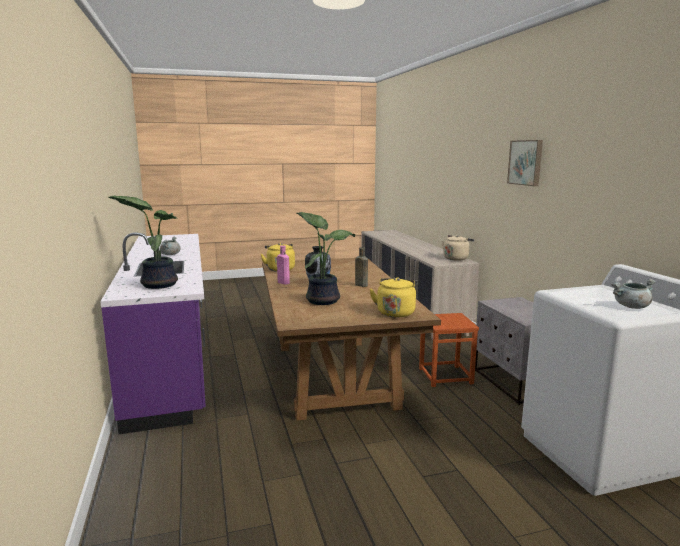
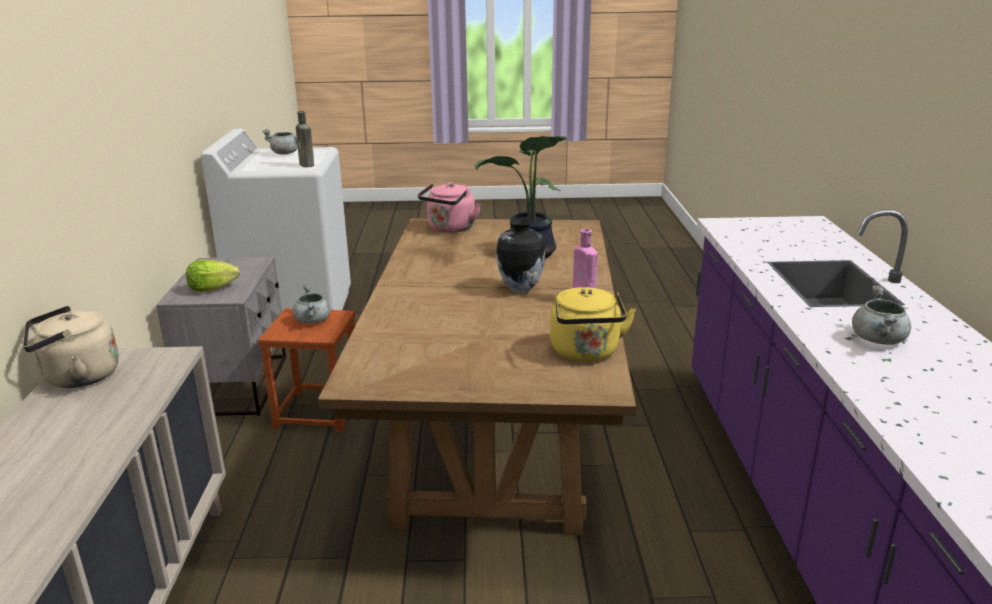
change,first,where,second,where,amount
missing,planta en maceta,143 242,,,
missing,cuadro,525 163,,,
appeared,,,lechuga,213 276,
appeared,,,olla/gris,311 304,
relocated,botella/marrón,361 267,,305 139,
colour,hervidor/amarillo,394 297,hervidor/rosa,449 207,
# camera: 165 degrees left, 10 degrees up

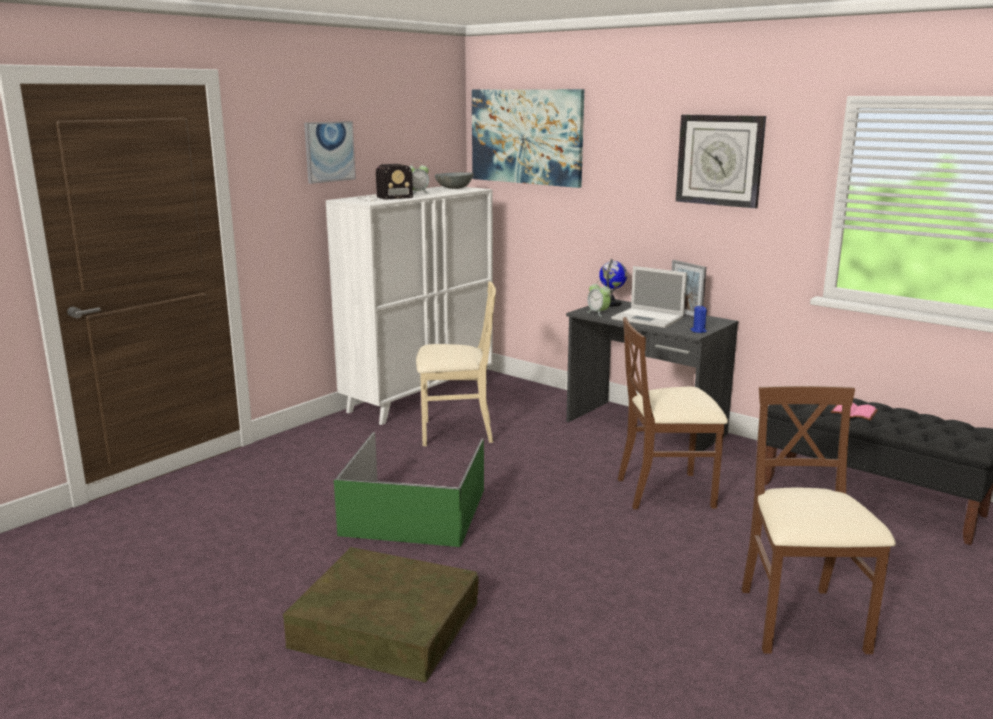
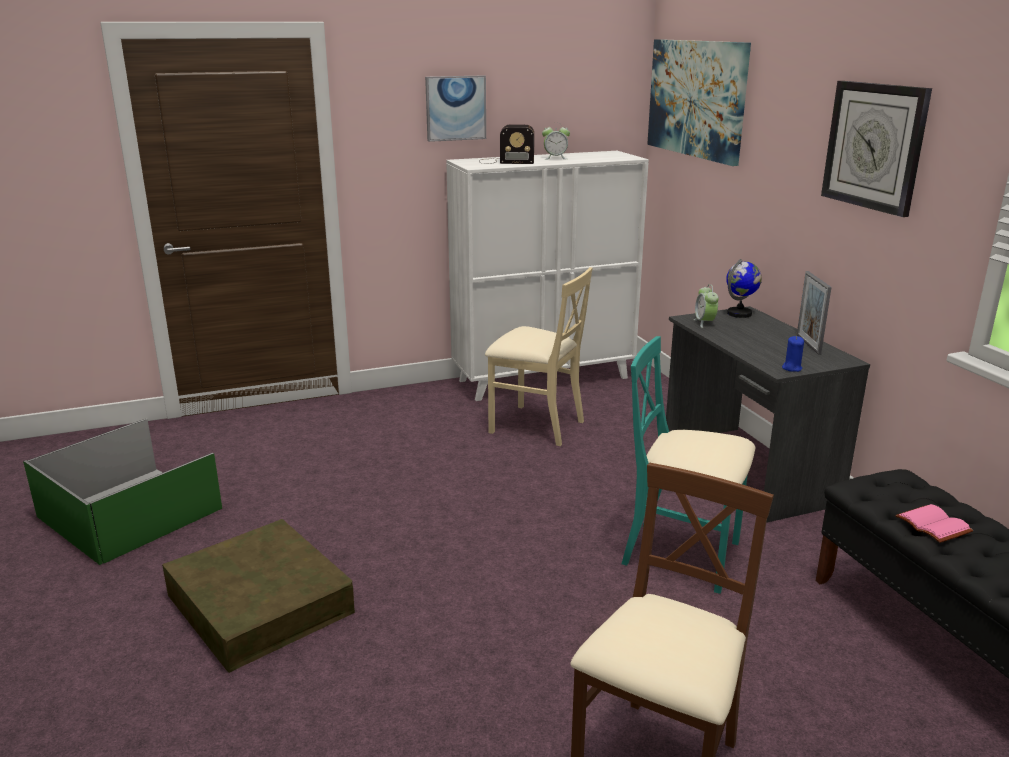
change,first,where,second,where,amount
missing,cuenco/gris,454 180,,,
missing,portátil,649 297,,,
relocated,caja de almacenaje/verde,409 489,,122 492,
colour,silla/marrón,673 413,silla/turquesa,688 465,
# camera: 30 degrees right, 5 degrees up

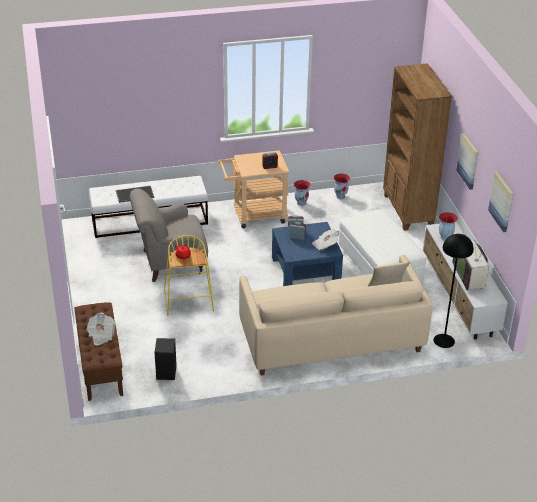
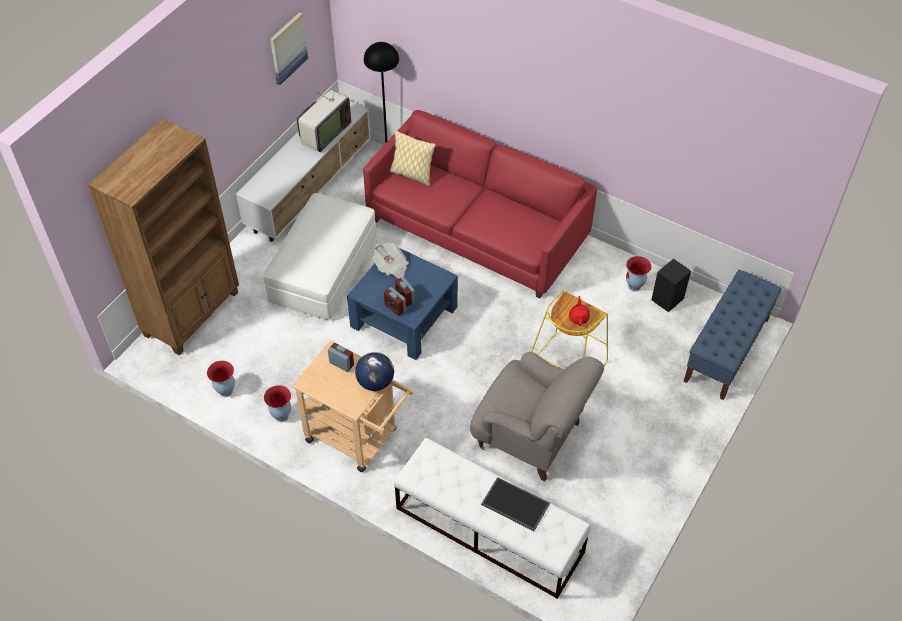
change,first,where,second,where,amount
missing,periódico,100 329,,,
missing,cuadro,467 161,,,
appeared,,,globo terráqueo,374 371,
relocated,florero,448 226,,638 273,
colour,banco/marrón,99 351,banco/azul,733 335,
colour,sofá/beis,336 315,sofá/rojo,480 204,
# camera: 135 degrees left, 15 degrees up

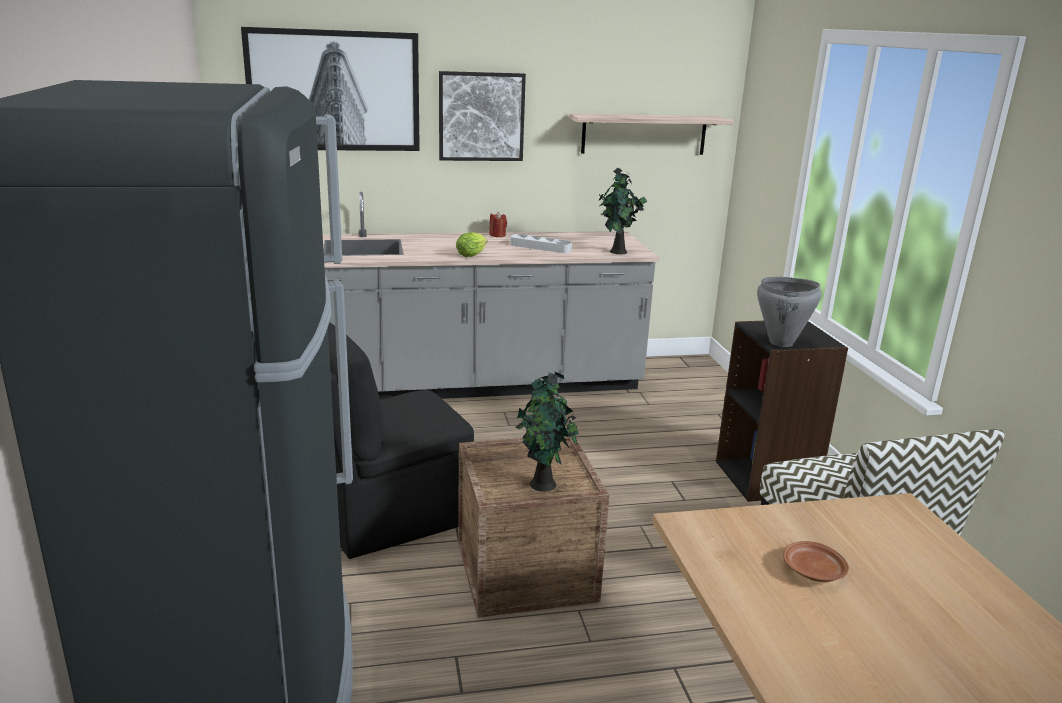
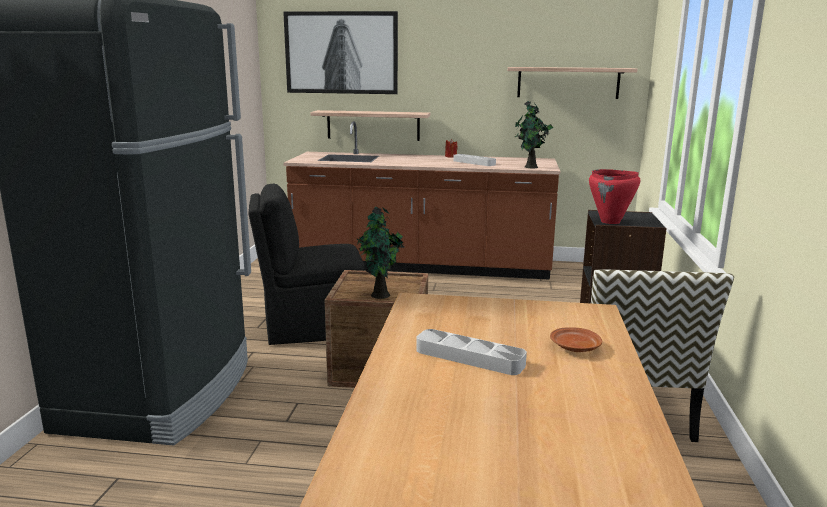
change,first,where,second,where,amount
missing,cuadro,482 116,,,
missing,lechuga,472 244,,,
appeared,,,estante,370 125,
appeared,,,bandeja/gris,471 352,
relocated,plato/marrón,816 561,,576 339,
colour,mueble bajo de cocina/gris,491 296,mueble bajo de cocina/marrón,421 200,
colour,olla/gris,789 312,olla/rojo,614 196,
# camera: 20 degrees right, 5 degrees down

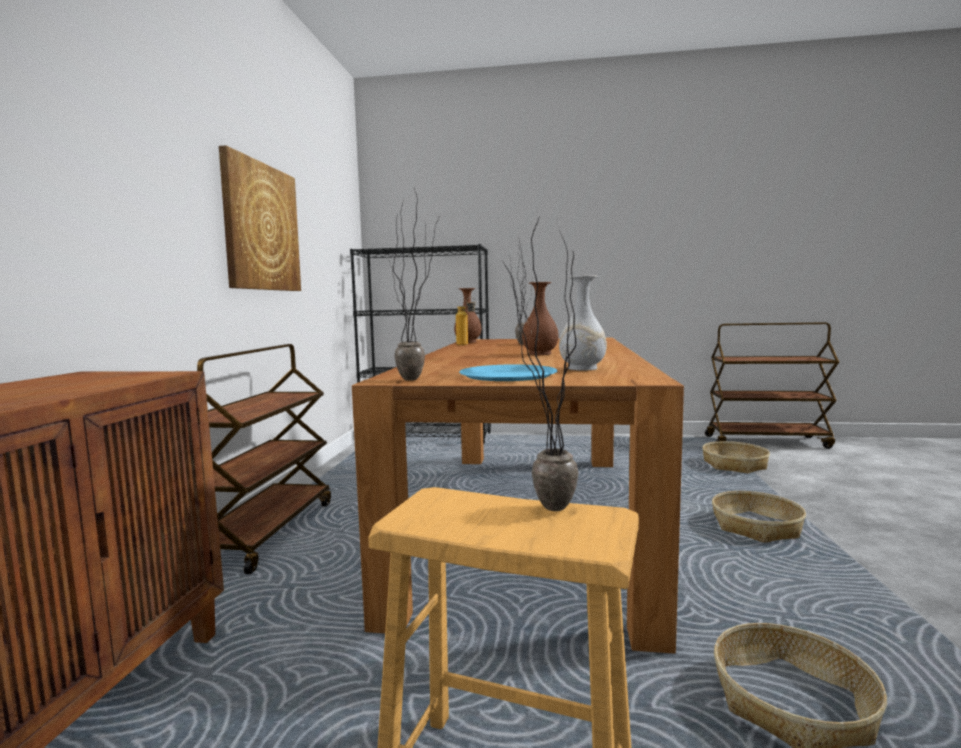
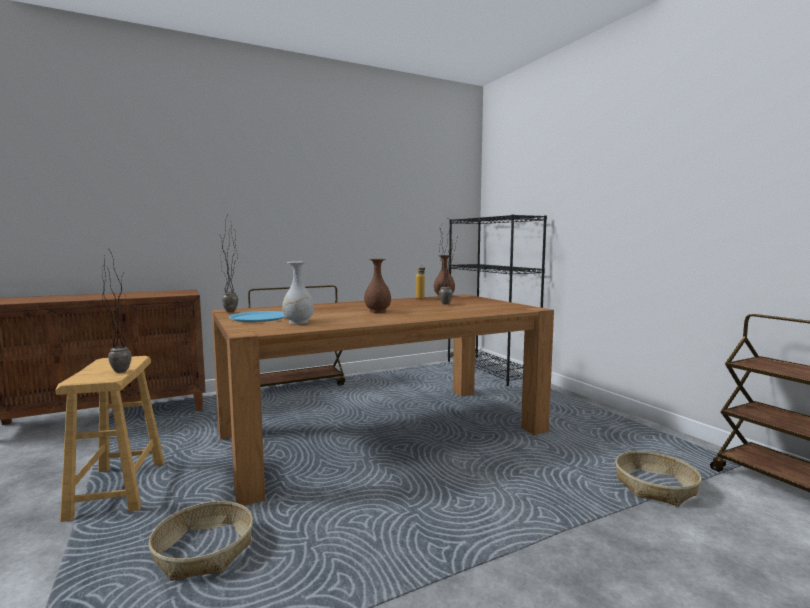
change,first,where,second,where,amount
missing,cuadro,260 218,,,
missing,cesta,759 516,,,
# camera: 55 degrees right, 0 degrees up

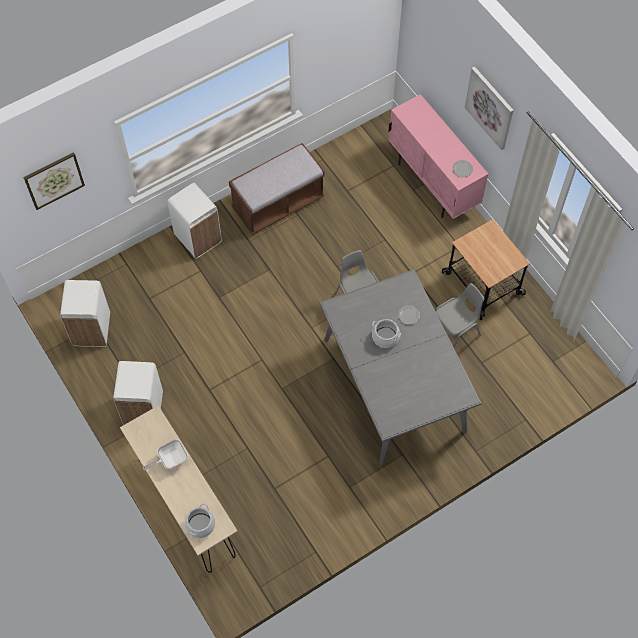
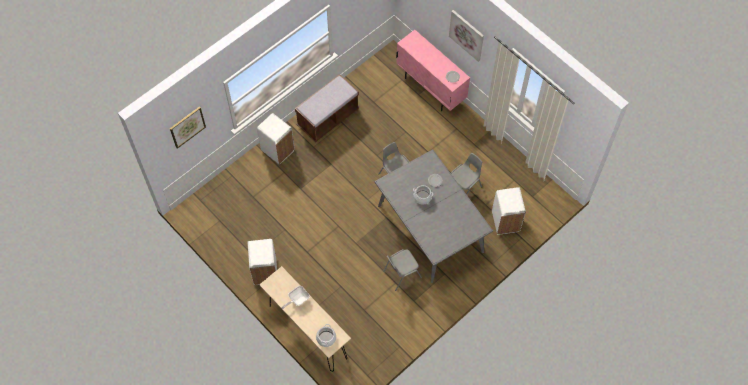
change,first,where,second,where,amount
missing,carrito,486 269,,,
appeared,,,silla/gris,402 270,
relocated,papelera/blanco,85 313,,509 211,
# camera: 10 degrees left, 0 degrees up

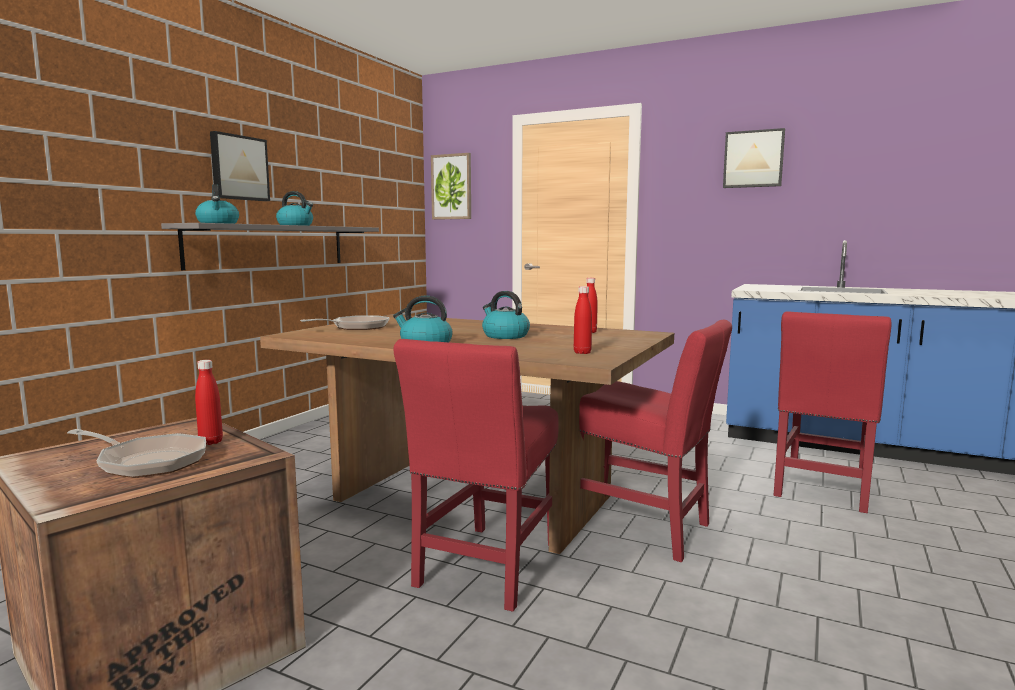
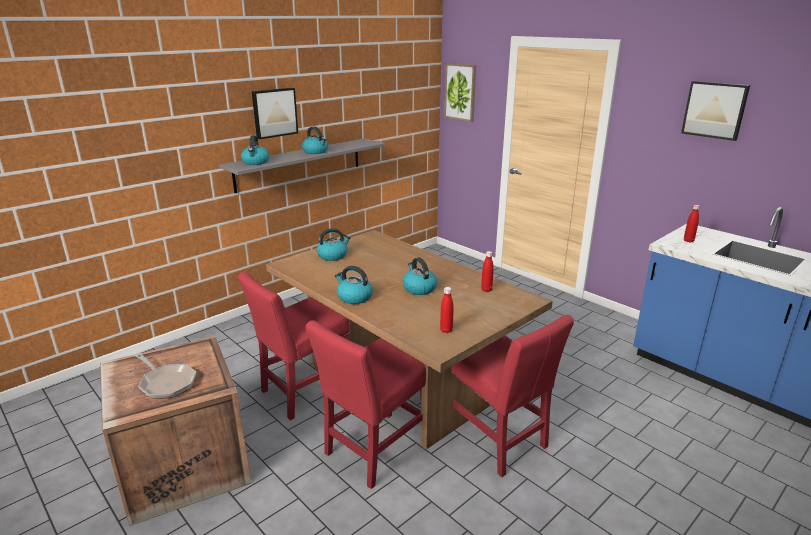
change,first,where,second,where,amount
relocated,botella/rojo,209 402,,692 223,
relocated,silla/rojo,833 412,,294 346,
exchanged,sartén,345 322,hervidor,334 244,
# camera: 20 degrees right, 15 degrees up

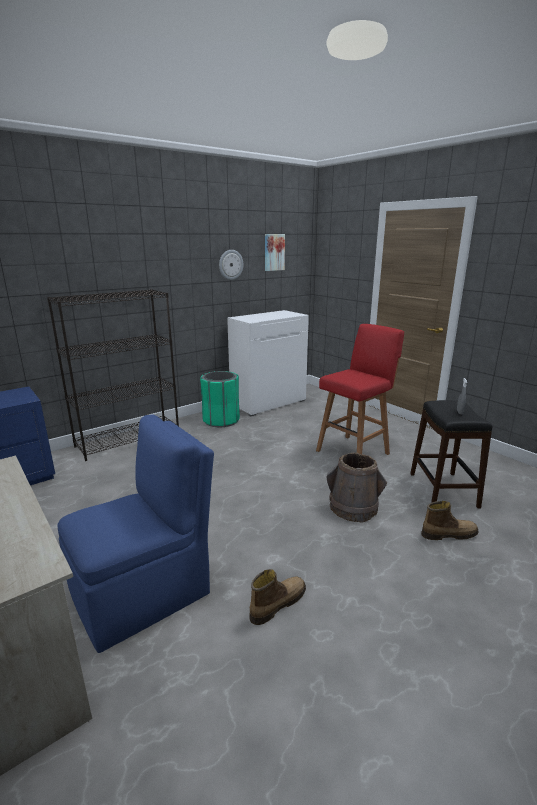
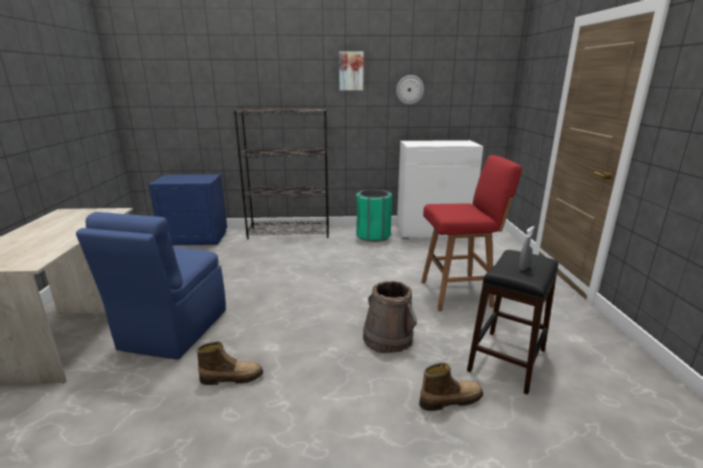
change,first,where,second,where,amount
relocated,cuadro,275 252,,351 70,
spun,silla/azul,135 533,,151 286,105 degrees clockwise
spun,bota,450 520,,451 387,45 degrees counterclockwise
# camera: 35 degrees right, 0 degrees up

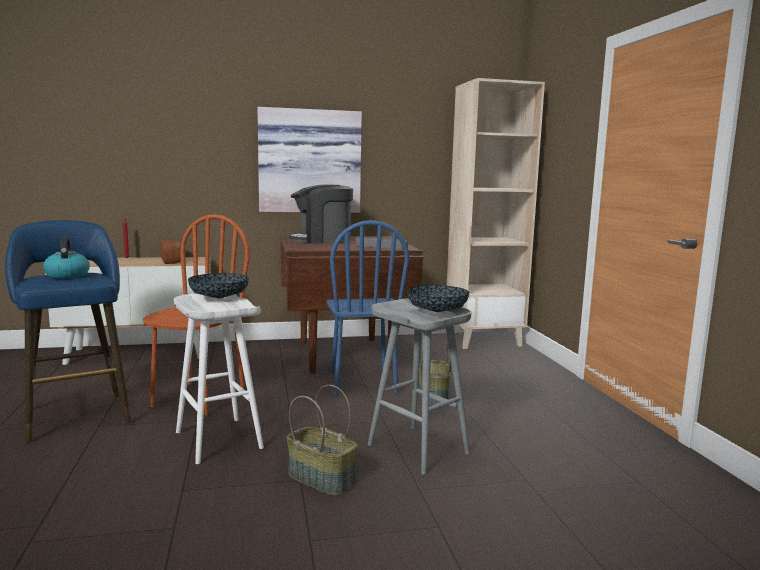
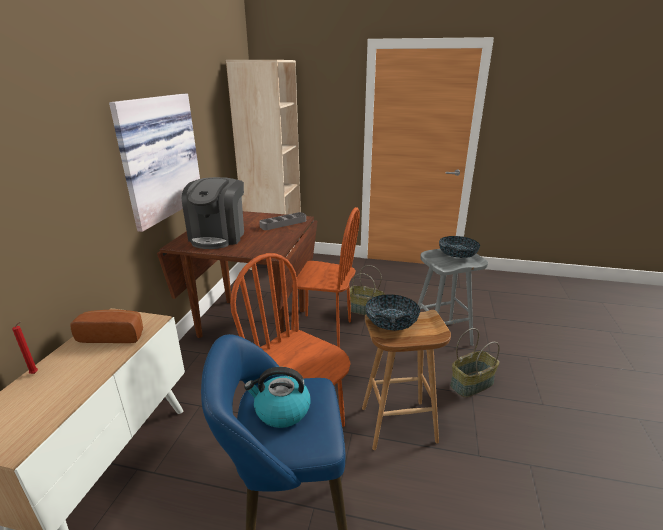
change,first,where,second,where,amount
colour,taburete/blanco,219 378,taburete/marrón,406 380,
colour,silla/azul,367 307,silla/marrón,325 277,
# camera: 65 degrees left, 15 degrees up

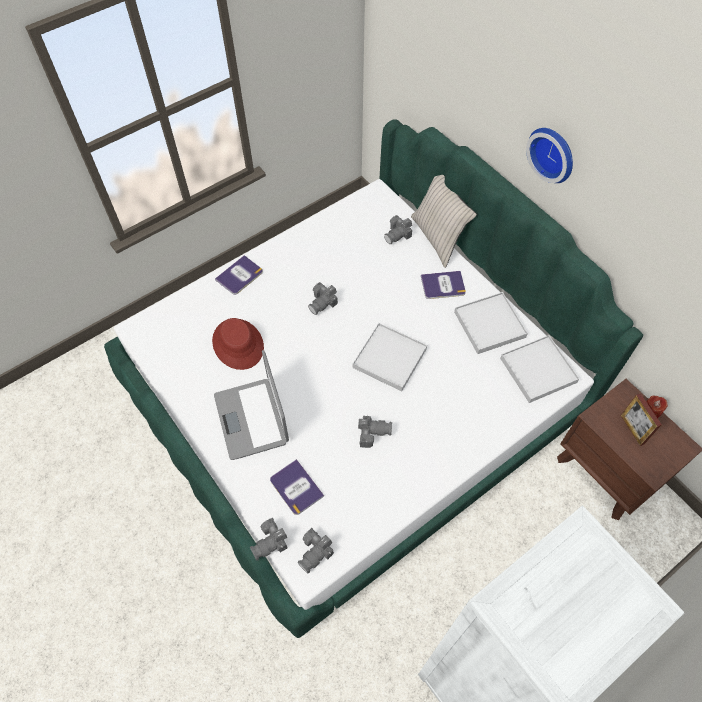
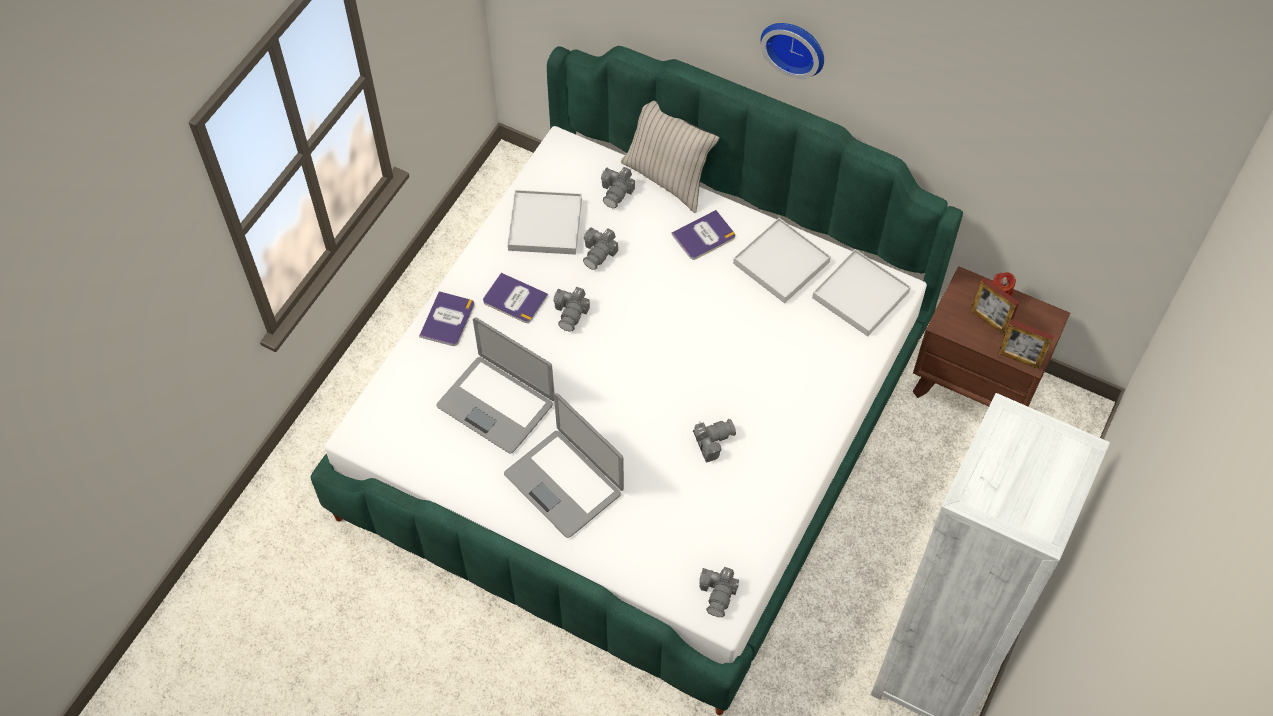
change,first,where,second,where,amount
appeared,,,portarretratos,1026 344,
relocated,cámara,269 539,,600 248,
relocated,libro,297 487,,515 298,
relocated,bandeja/blanco,390 357,,544 222,
exchanged,sombrero/rojo,238 344,portátil,495 385,
# camera: 25 degrees left, 0 degrees up

